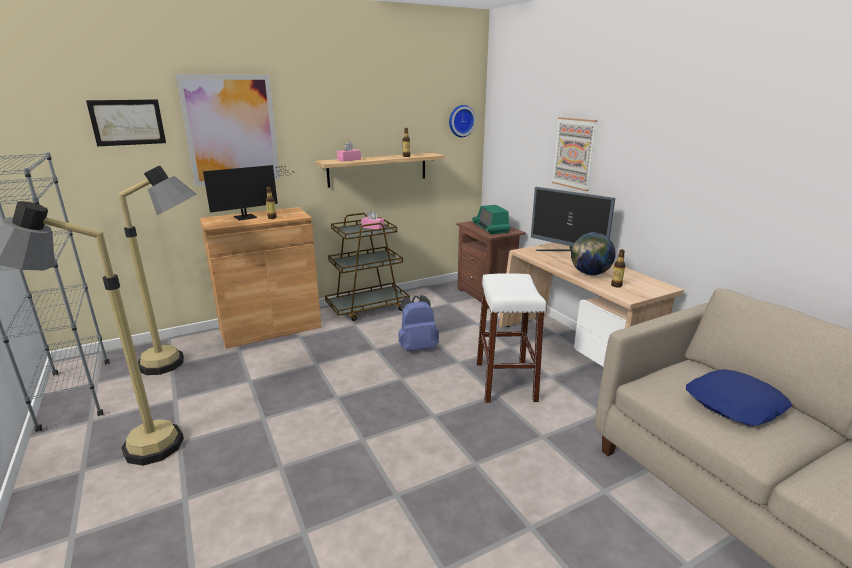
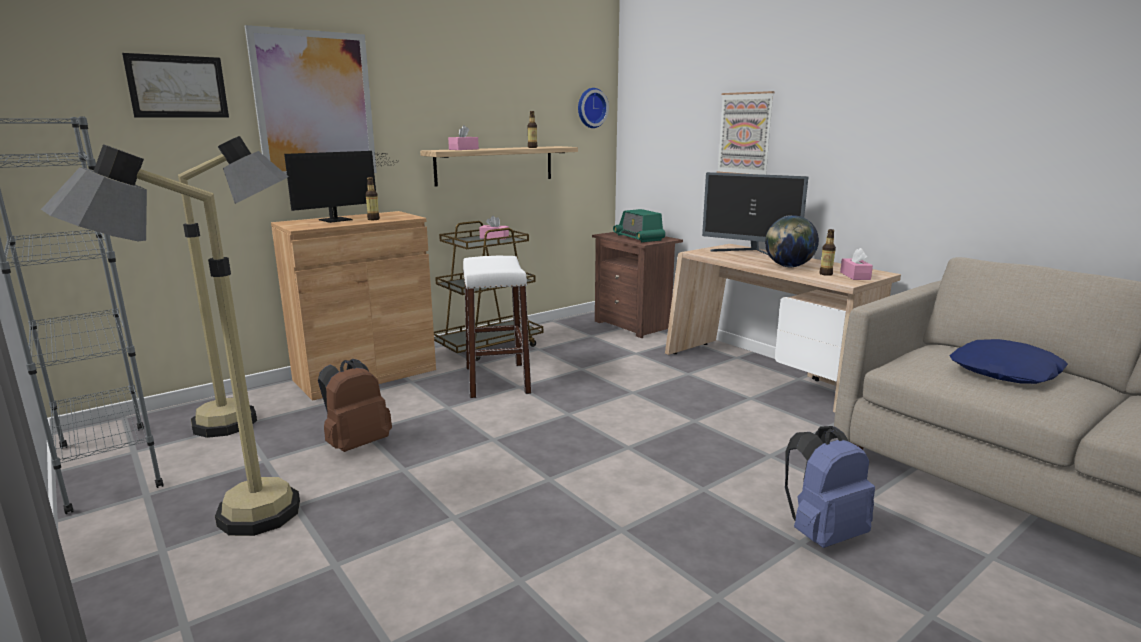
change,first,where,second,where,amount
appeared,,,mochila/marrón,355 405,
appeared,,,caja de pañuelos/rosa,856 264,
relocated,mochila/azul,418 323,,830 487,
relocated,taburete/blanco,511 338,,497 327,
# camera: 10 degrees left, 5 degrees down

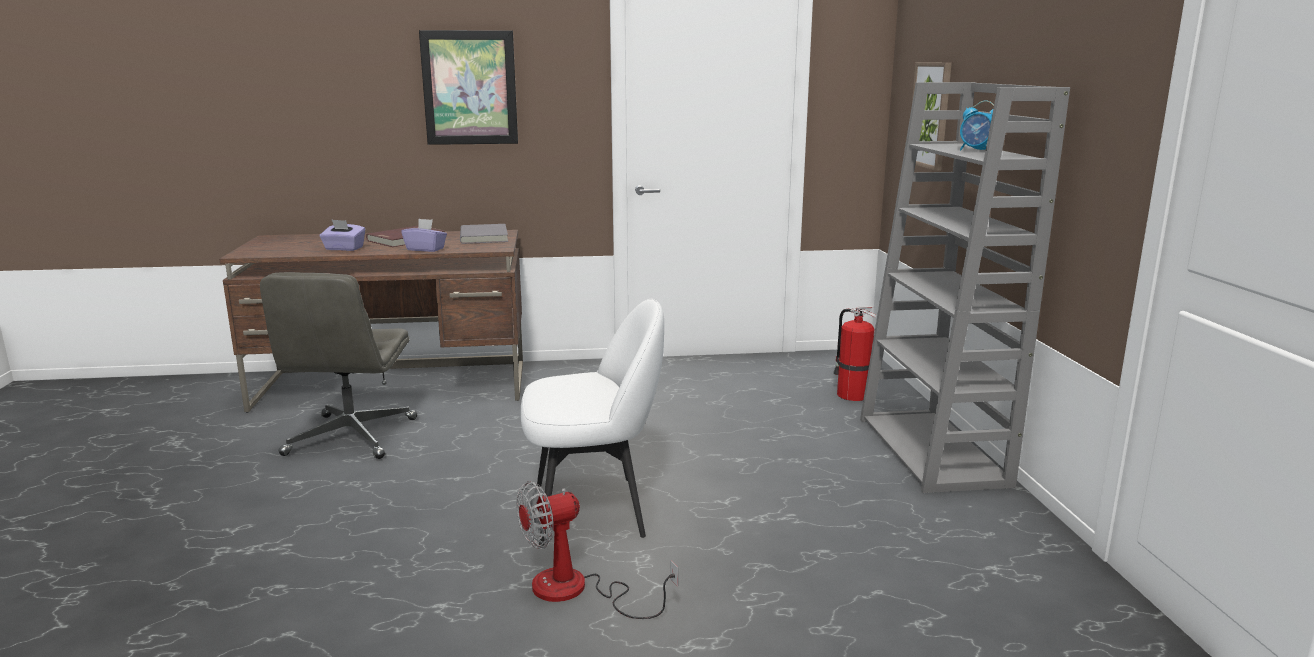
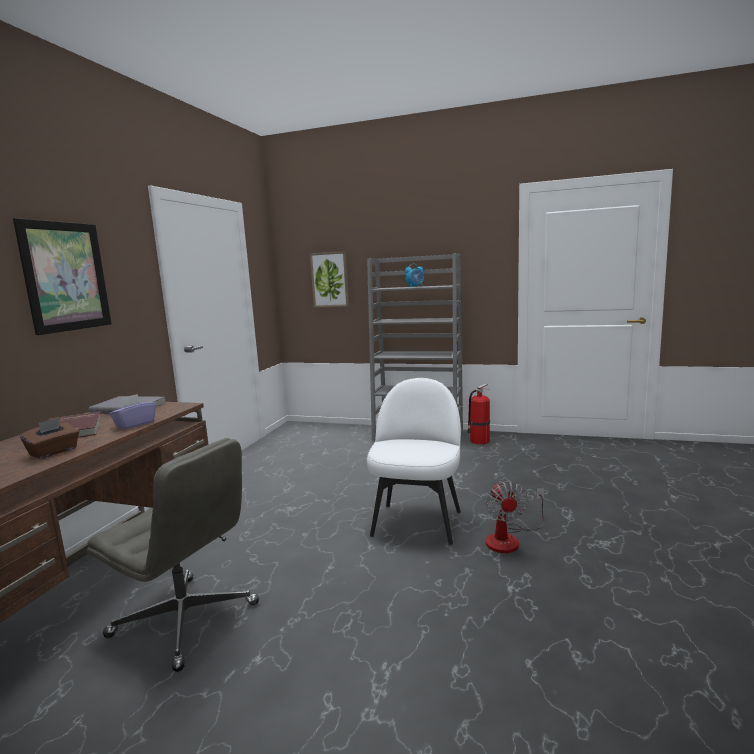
change,first,where,second,where,amount
relocated,extintor,855 353,,478 414,
colour,caja de pañuelos/morado,342 235,caja de pañuelos/marrón,49 438,
# camera: 65 degrees left, 5 degrees down

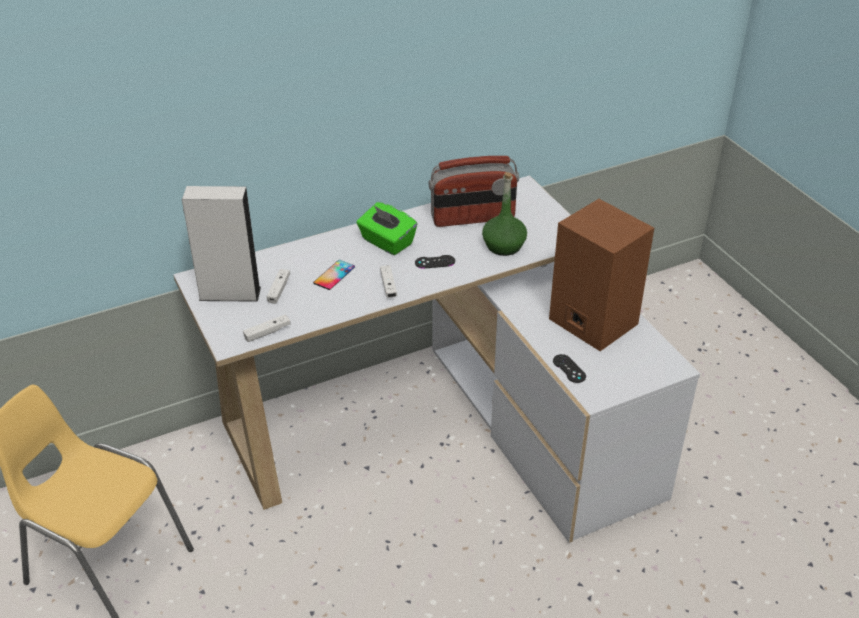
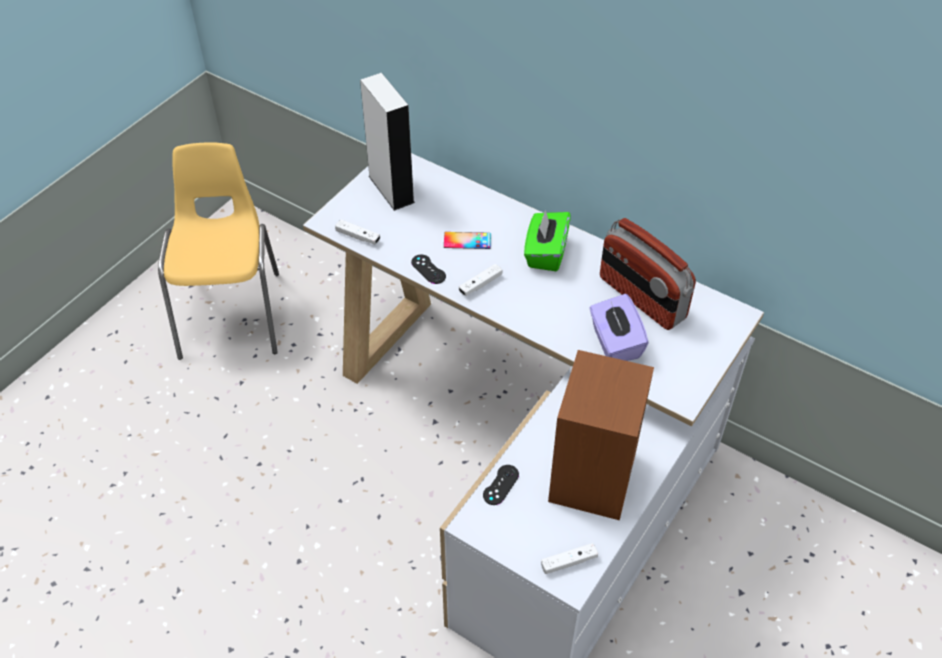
change,first,where,second,where,amount
relocated,mando de consola/blanco,278 286,,569 558,
relocated,mando de consola/negro,435 262,,428 269,
exchanged,botella/verde,504 214,caja de pañuelos/morado,619 327,
# camera: 60 degrees right, 10 degrees up

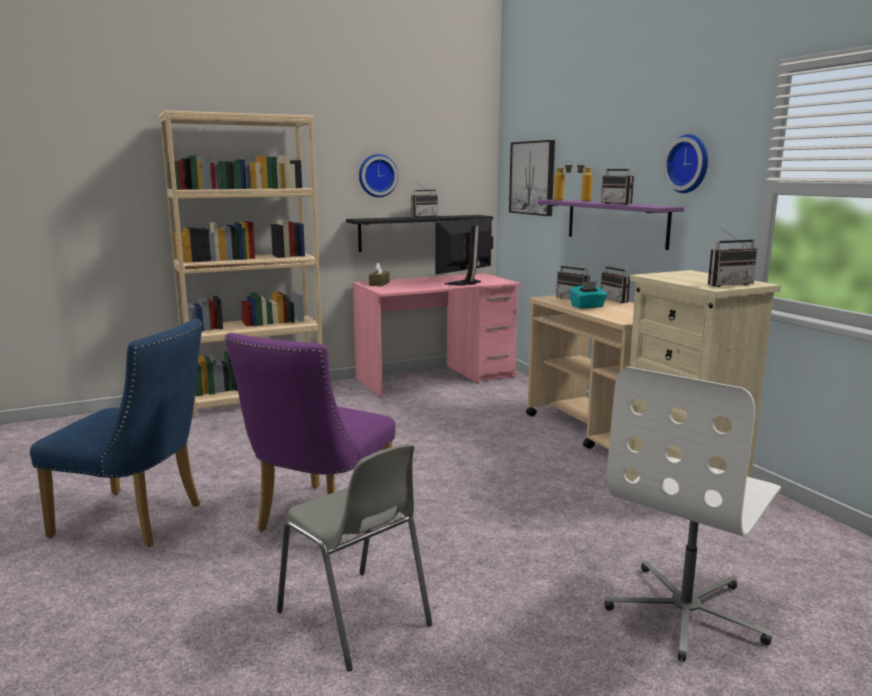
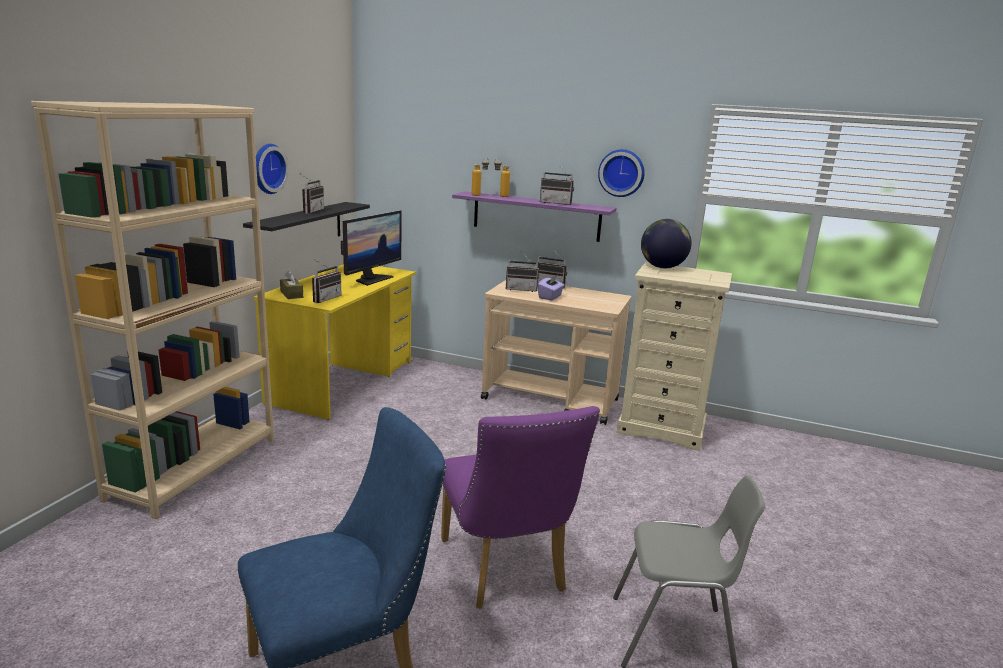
change,first,where,second,where,amount
missing,cuadro,532 178,,,
missing,silla de oficina/blanco,692 514,,,
appeared,,,globo terráqueo,666 243,
relocated,radio,733 256,,327 281,
colour,escritorio/rosa,436 335,escritorio/amarillo,334 342,
colour,caja de pañuelos/turquesa,588 295,caja de pañuelos/morado,551 288,
spun,monitor,464 252,,371 248,150 degrees counterclockwise
# camera: 45 degrees left, 5 degrees up

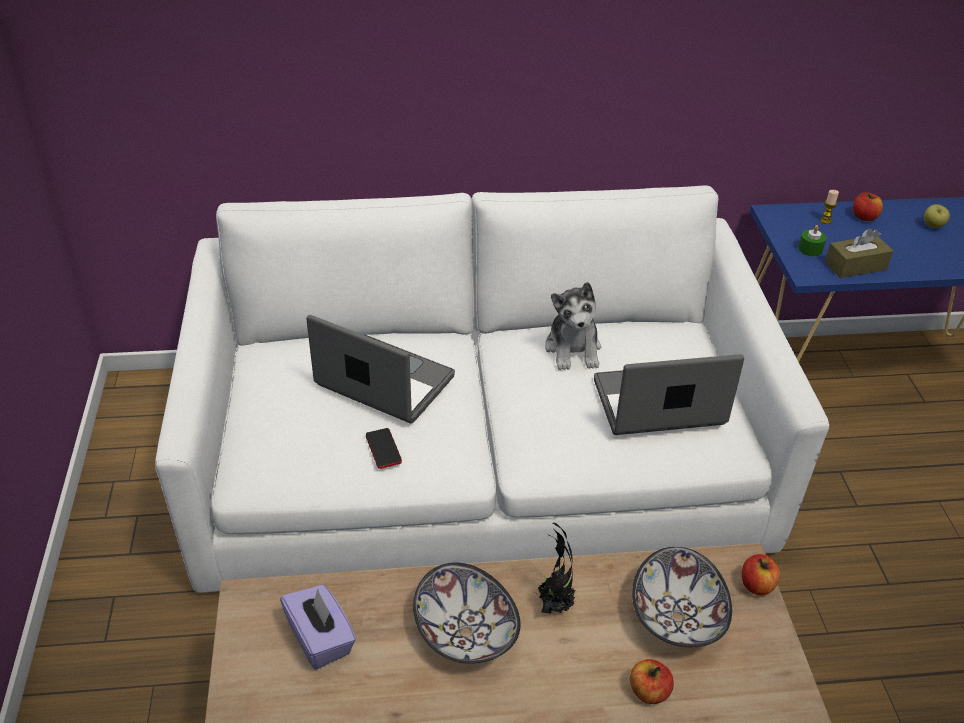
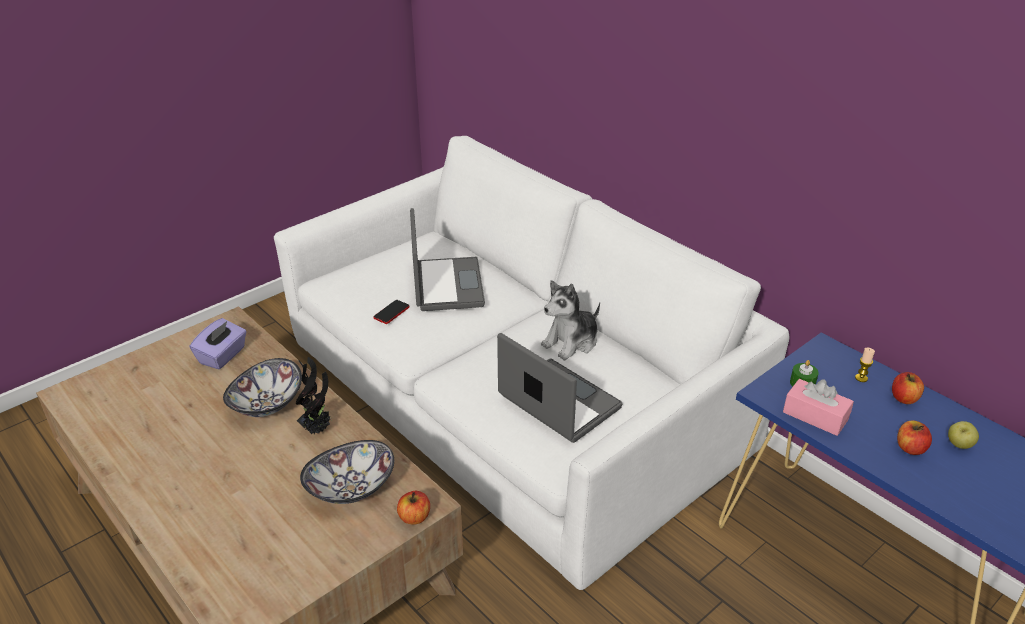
change,first,where,second,where,amount
relocated,manzana,652 681,,914 437,
colour,caja de pañuelos/marrón,859 253,caja de pañuelos/rosa,818 407,
# camera: 55 degrees right, 5 degrees down

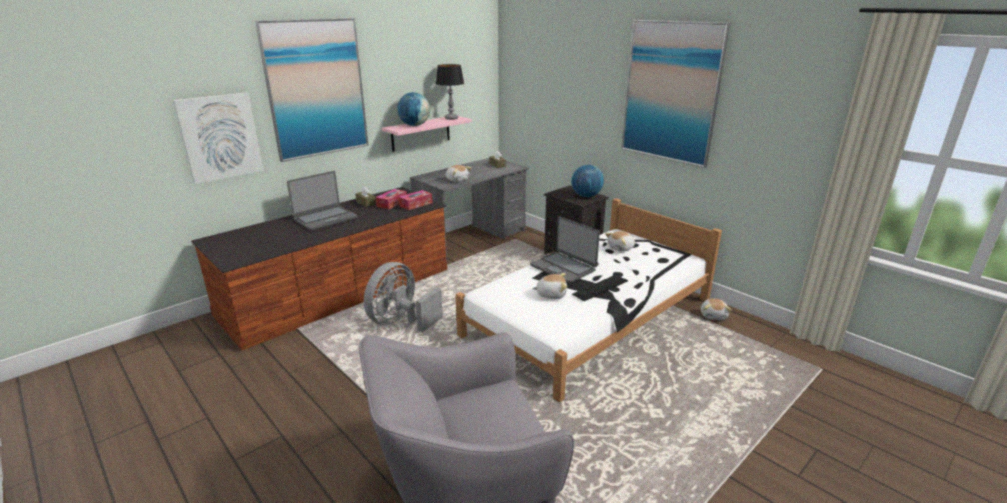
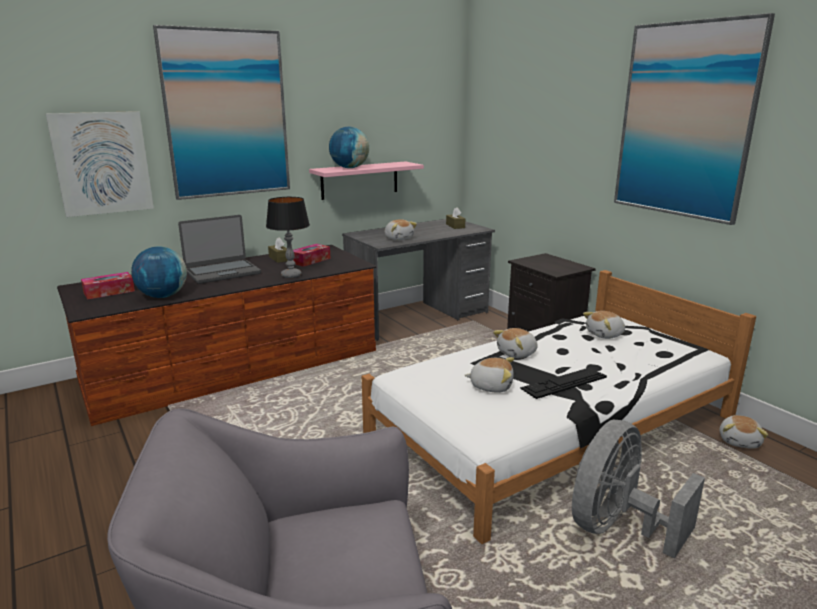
change,first,where,second,where,amount
relocated,ventilador/gris,403 297,,638 489,
relocated,caja de pañuelos,415 200,,108 286,
relocated,lámpara de mesa,450 92,,288 237,
relocated,globo terráqueo,587 181,,159 272,
exchanged,portátil,565 249,peluche,515 343,
# camera: 10 degrees right, 5 degrees down

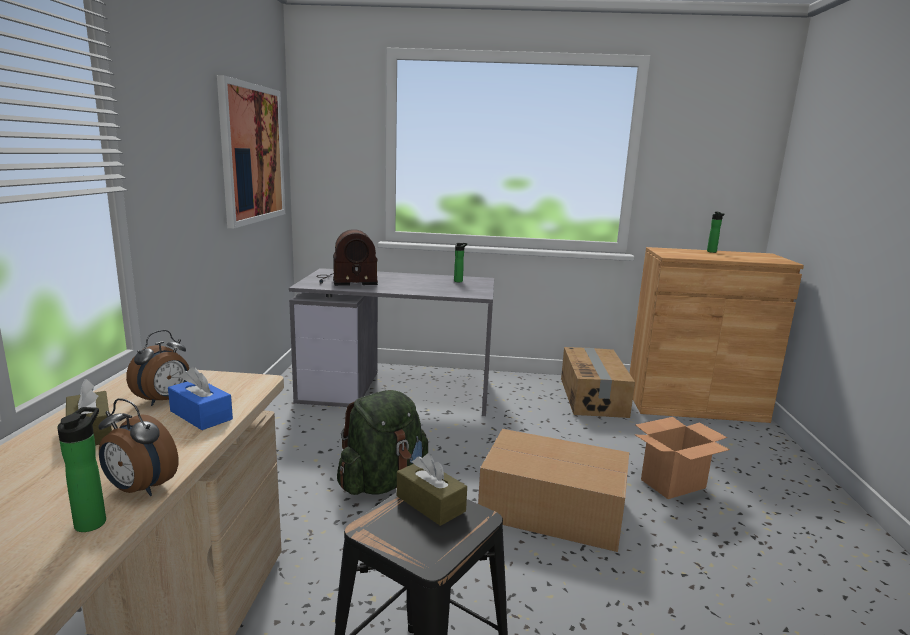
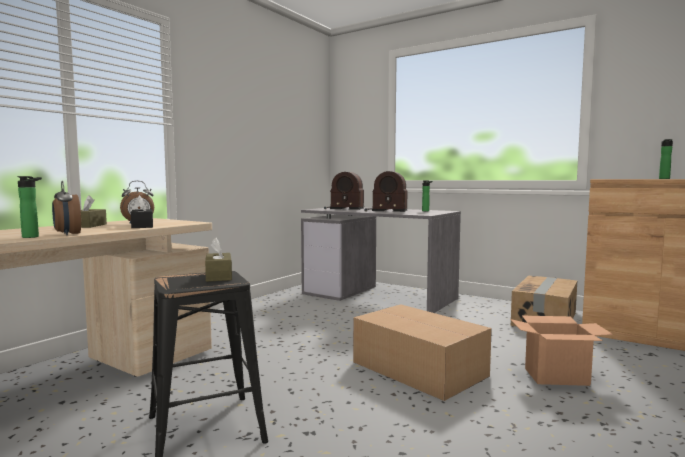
change,first,where,second,where,amount
missing,cuadro,251 151,,,
missing,mochila/verde,382 442,,,
appeared,,,radio,386 191,
colour,caja de pañuelos/azul,200 398,caja de pañuelos/negro,142 211,
# camera: 30 degrees right, 10 degrees down

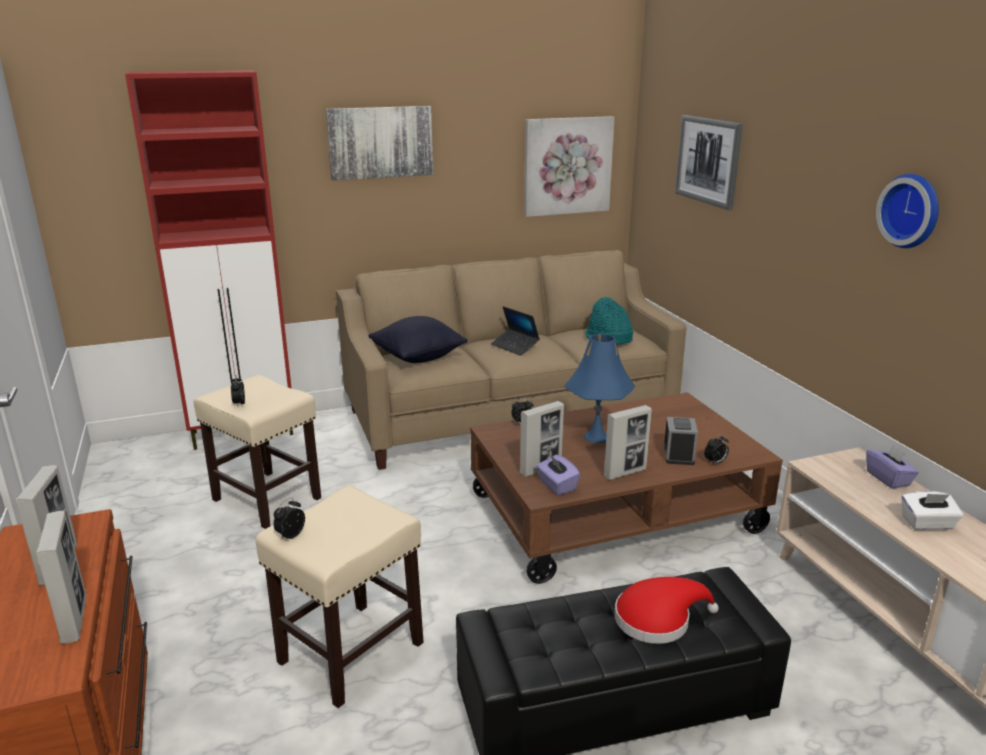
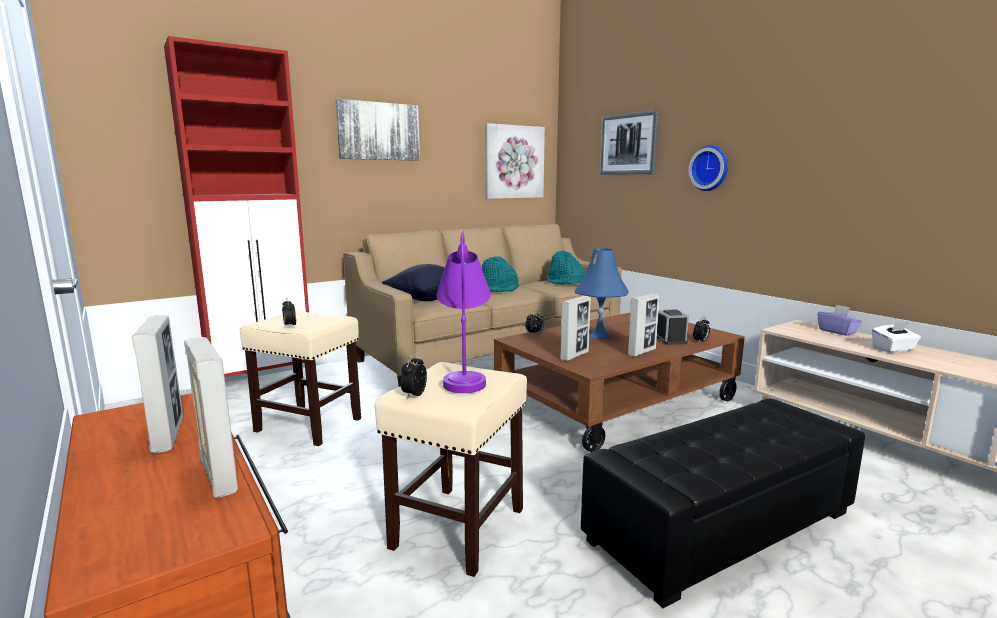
change,first,where,second,where,amount
missing,caja de pañuelos/morado,558 475,,,
missing,sombrero/rojo,667 610,,,
appeared,,,lámpara de mesa/morado,463 311,
relocated,reloj de pared,907 211,,708 168,
exchanged,portátil,515 331,sombrero/turquesa,500 274,
# camera: 15 degrees left, 10 degrees down

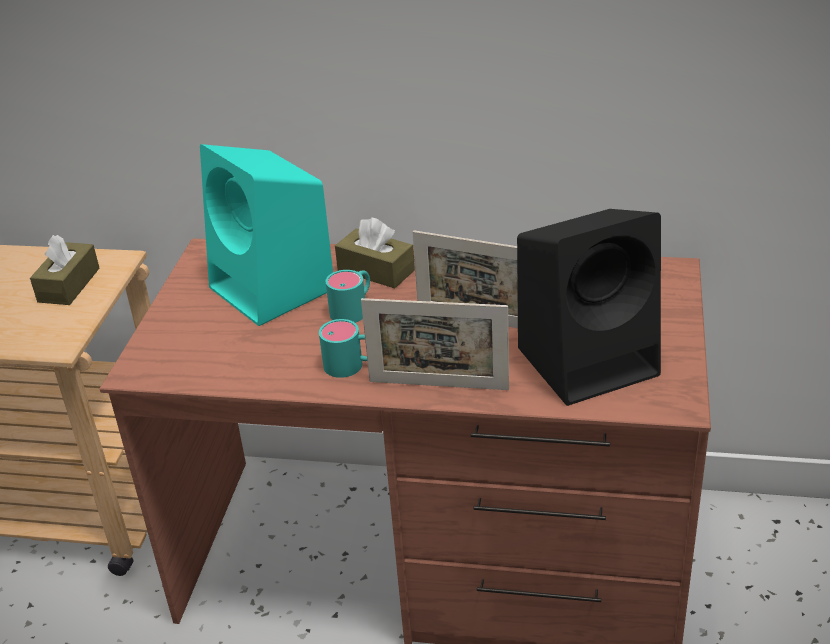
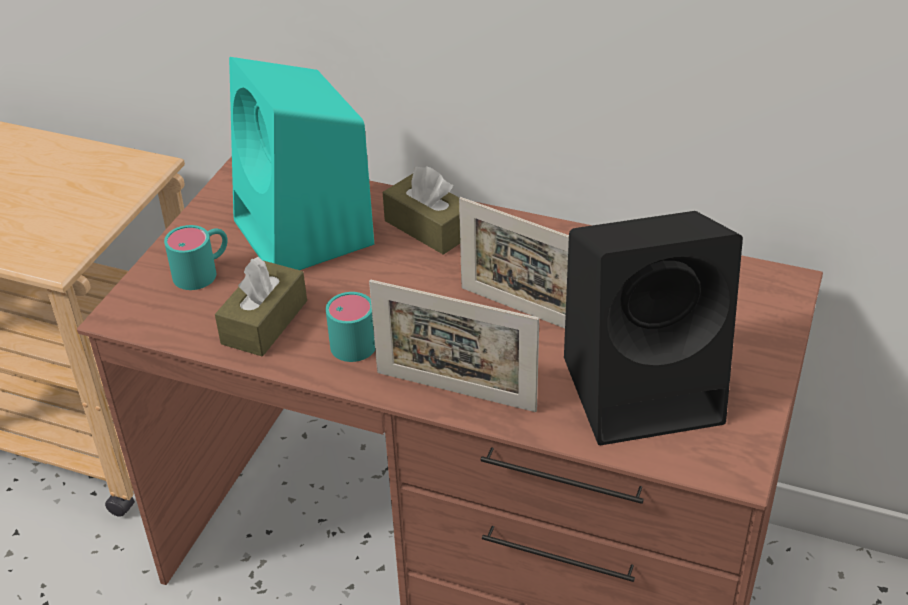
change,first,where,second,where,amount
relocated,caja de pañuelos/marrón,64 270,,261 307,
relocated,taza grande/turquesa,348 296,,196 257,
# camera: 10 degrees right, 5 degrees up

